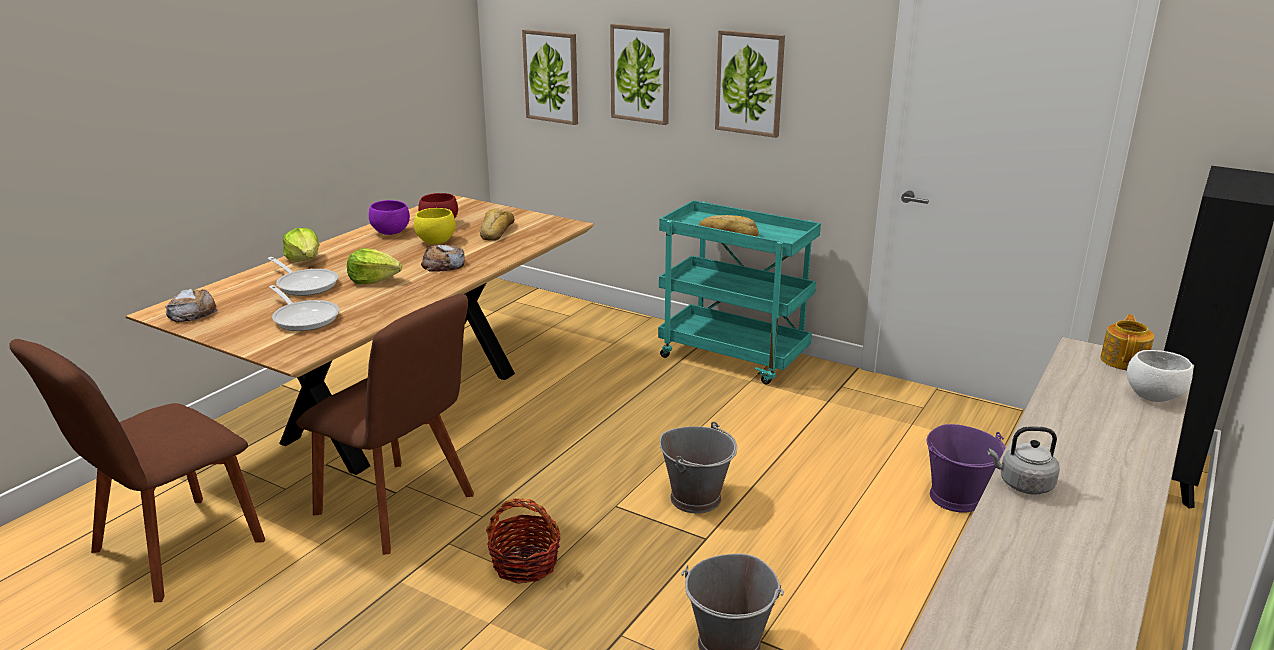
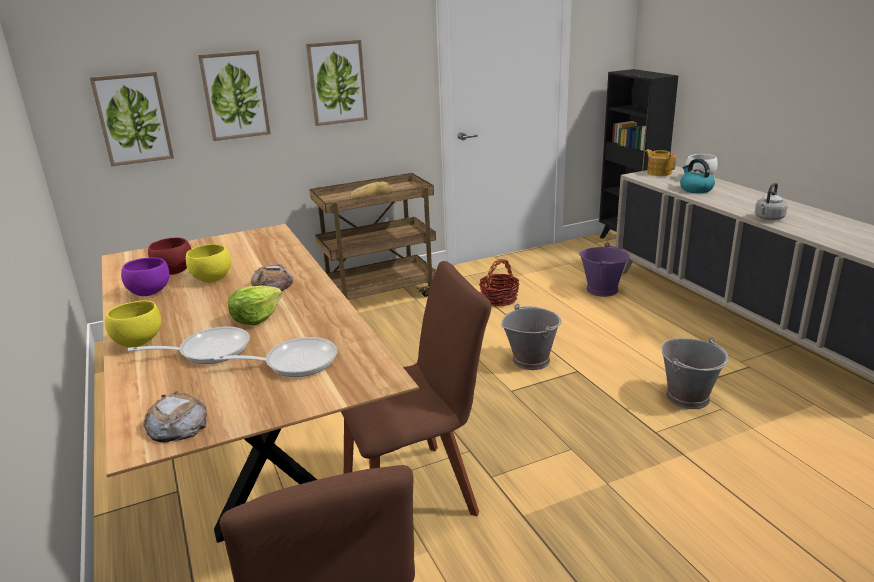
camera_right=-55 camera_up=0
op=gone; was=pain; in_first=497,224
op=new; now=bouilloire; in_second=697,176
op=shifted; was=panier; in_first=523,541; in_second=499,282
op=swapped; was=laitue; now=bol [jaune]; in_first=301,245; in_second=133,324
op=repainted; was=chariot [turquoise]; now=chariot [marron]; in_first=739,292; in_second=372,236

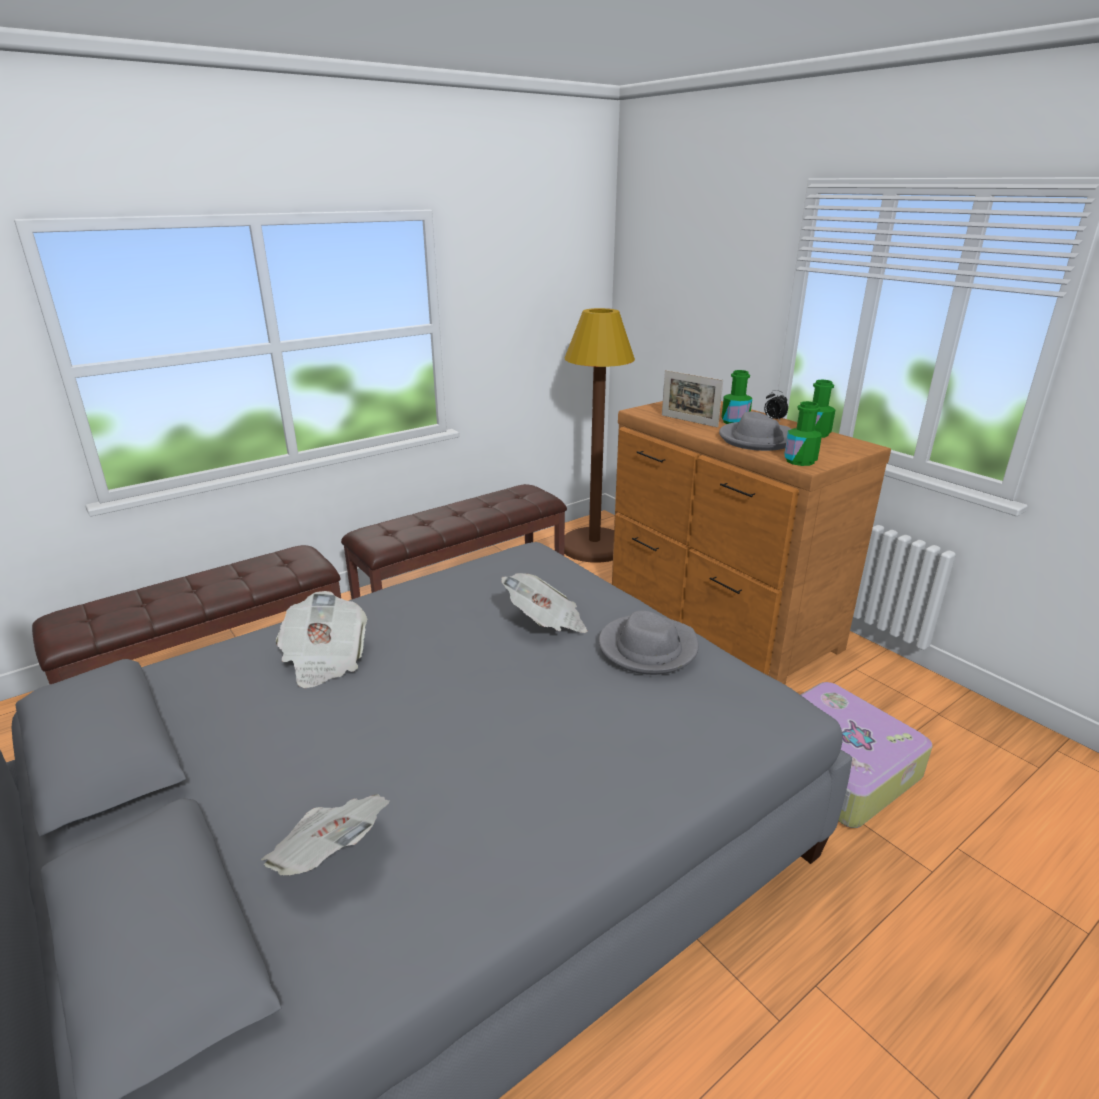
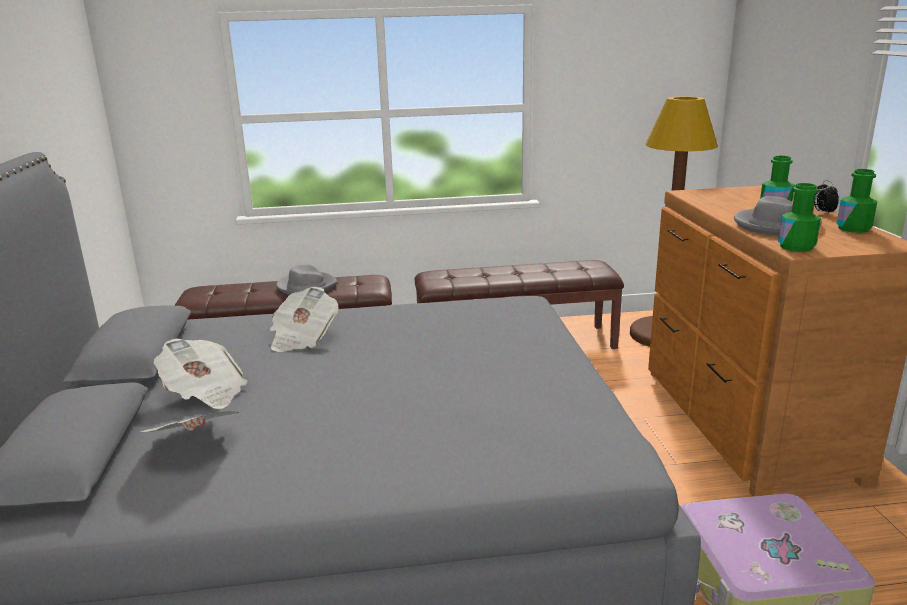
camera_right=30 camera_up=-5
op=gone; was=cadre photo; in_first=692,398
op=shifted; was=journal; in_first=544,603; in_second=201,374
op=shifted; was=chapeau [gris]; in_first=649,643; in_second=306,279

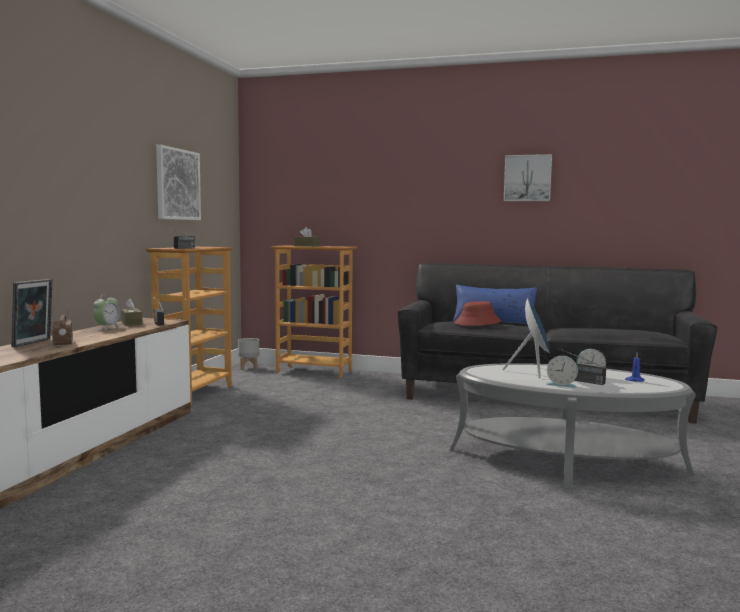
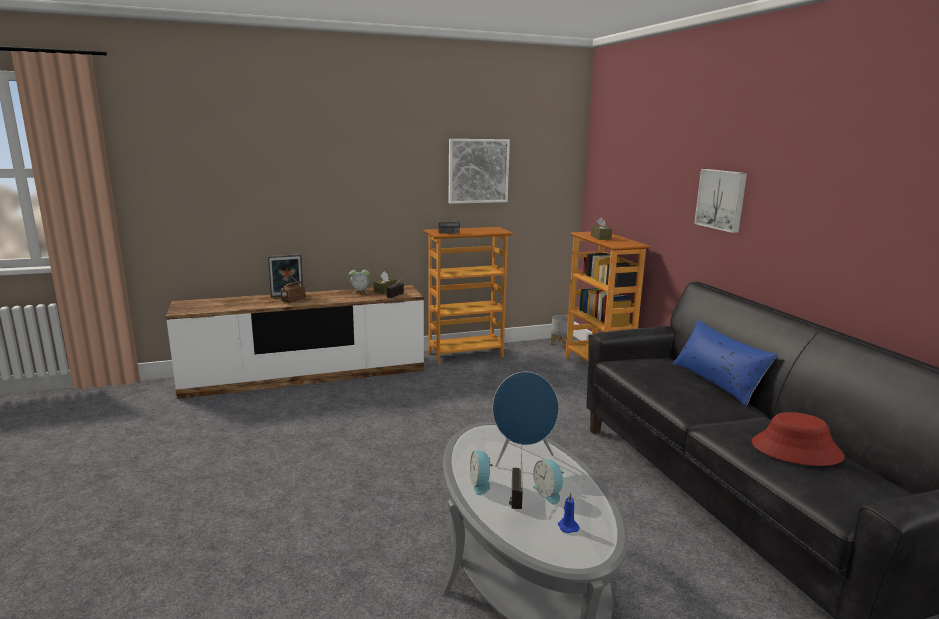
camera_right=55 camera_up=10
op=shifted; was=chapeau [rouge]; in_first=477,313; in_second=798,439
op=shifted; was=tableau; in_first=528,177; in_second=720,201

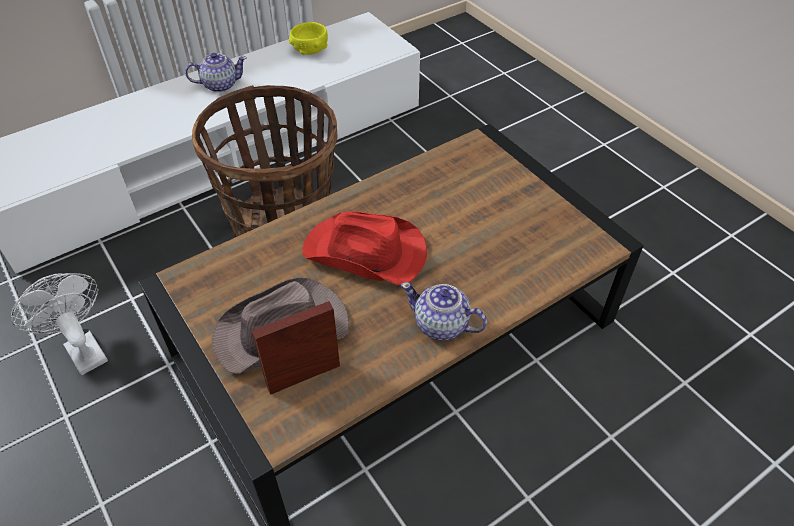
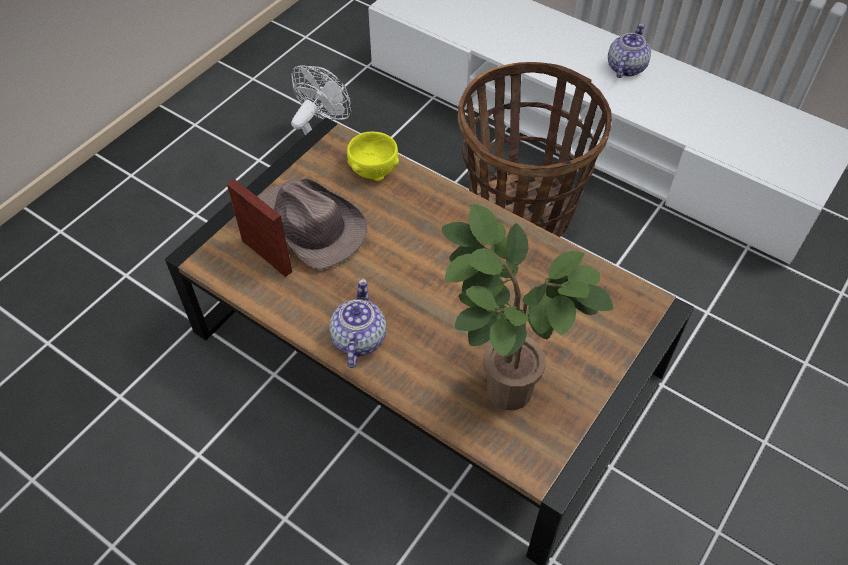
camera_right=70 camera_up=5
op=gone; was=chapeau [rouge]; in_first=364,248
op=new; now=plante en pot; in_second=527,307
op=shifted; was=bol [jaune]; in_first=308,38; in_second=373,156
op=rotated; was=théière; in_first=216,72; in_second=629,51; clockwise=-120

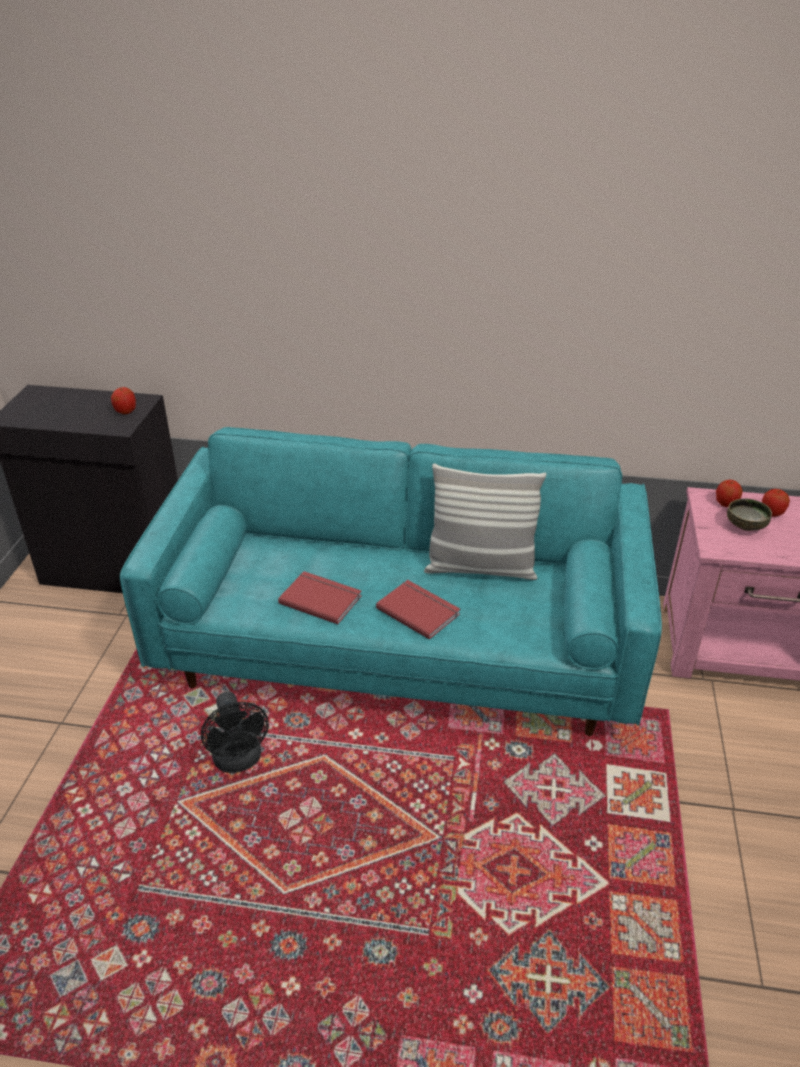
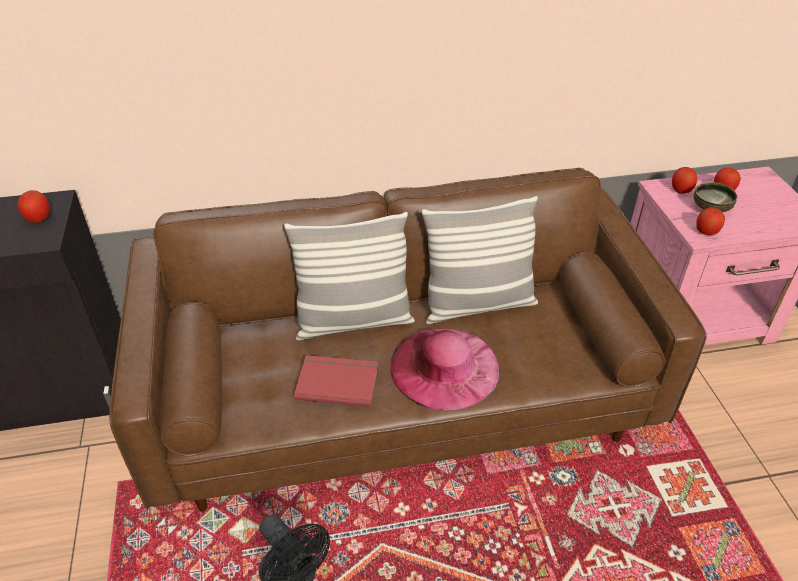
camera_right=-20 camera_up=5
op=new; now=coussin; in_second=349,276
op=new; now=pomme; in_second=710,221
op=swapped; was=livre [rouge]; now=chapeau [rose]; in_first=418,610; in_second=444,369
op=repainted; was=canapé [turquoise]; now=canapé [marron]; in_first=391,581; in_second=408,339

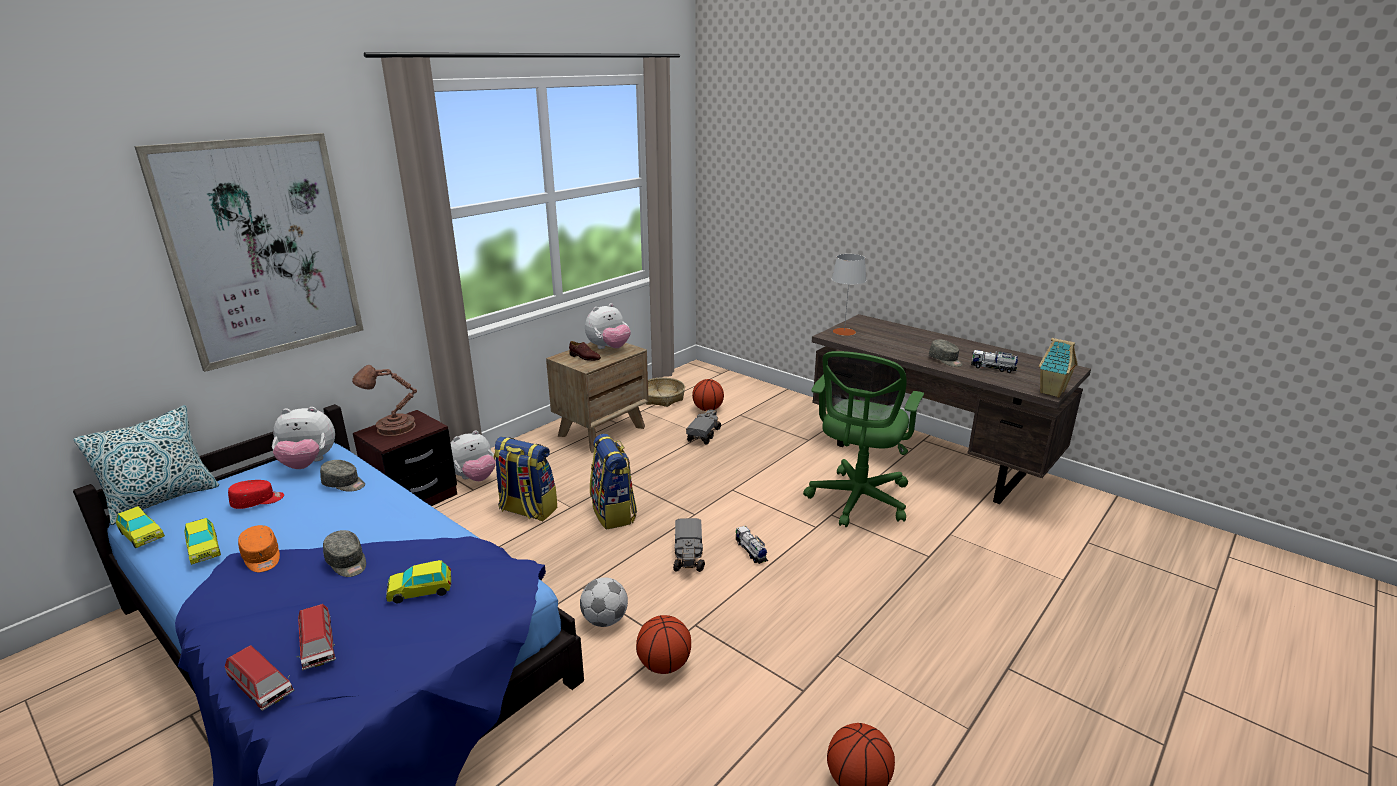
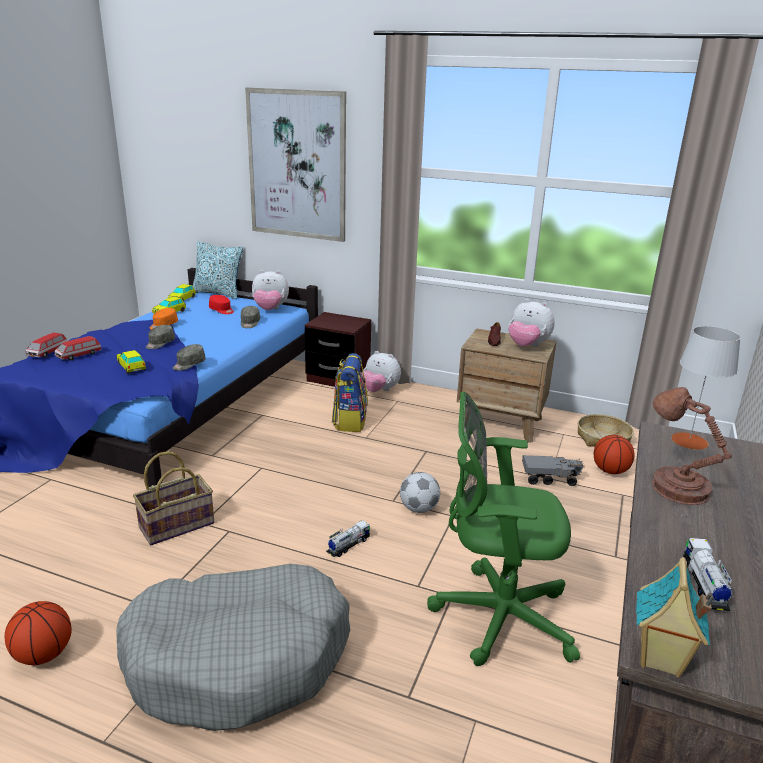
camera_right=70 camera_up=0
op=gone; was=sac à dos; in_first=613,481
op=gone; was=camion jouet; in_first=689,545
op=new; now=panier pour chien [gris]; in_second=233,647
op=shifted; was=lampe de table [marron]; in_first=384,400; in_second=692,446
op=shifted; was=ballon de foot; in_first=604,602; in_second=420,492
op=shifted; was=casquette [gris]; in_first=946,353; in_second=189,357
op=swapped; was=ballon de basket; now=panier; in_first=663,644; in_second=173,498
op=rotated; was=peluche; in_first=303,438; in_second=270,290; clockwise=-60

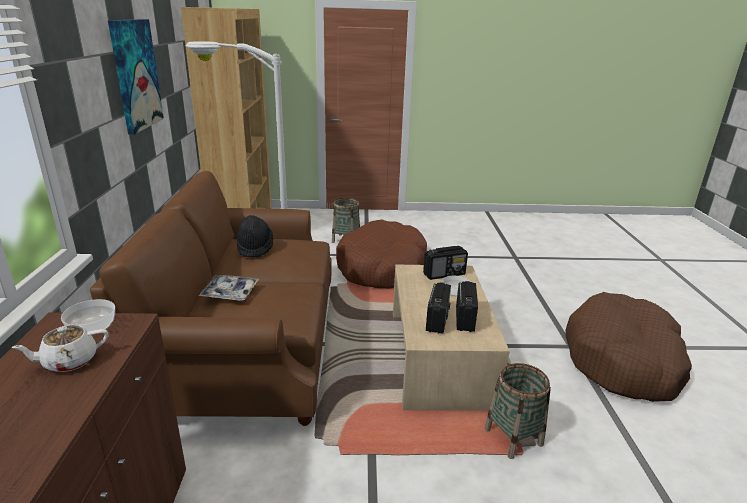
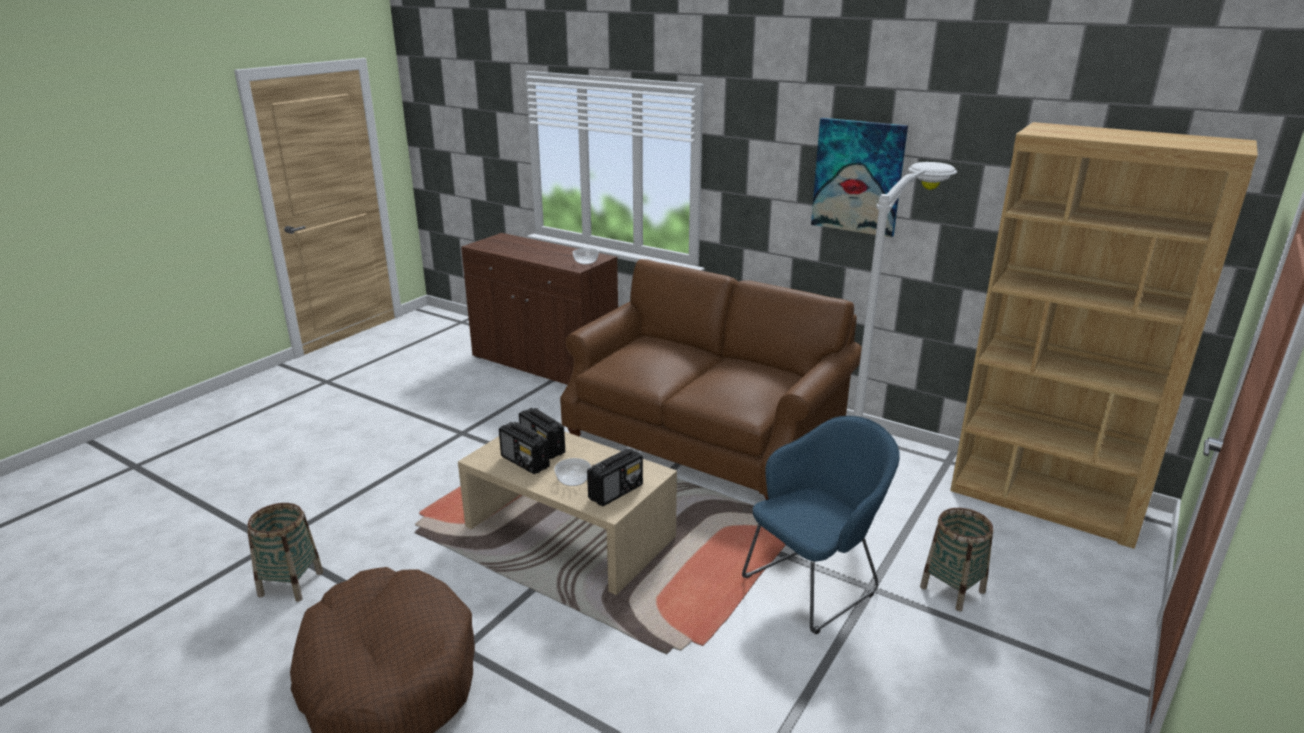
camera_right=125 camera_up=0
op=gone; was=théière [blanc]; in_first=59,348
op=gone; was=plateau; in_first=228,288
op=gone; was=chapeau [noir]; in_first=255,236
op=shifted; was=panier; in_first=517,411; in_second=285,552
op=swapped; was=panier pour chien [marron]; now=fauteuil [bleu]; in_first=381,253; in_second=821,525
op=rotated; was=radio; in_first=445,263; in_second=615,477; clockwise=-150

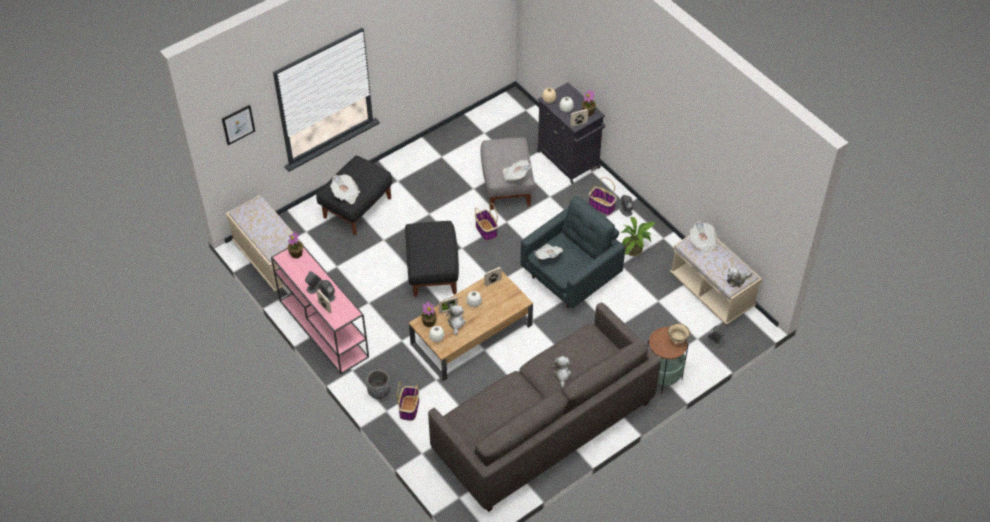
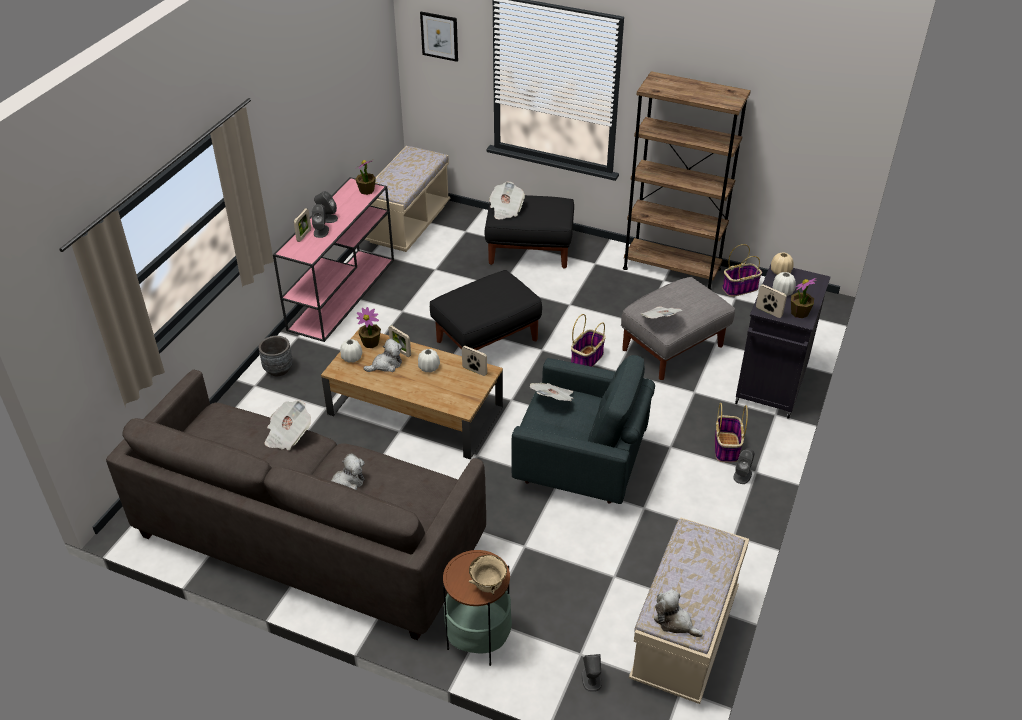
camera_right=60 camera_up=-10
op=gone; was=plante en pot; in_first=638,236
op=new; now=bibliothèque [marron]; in_second=687,180
op=shifted; was=panier; in_first=408,401; in_second=742,270
op=shifted; was=journal; in_first=704,238; in_second=287,425

